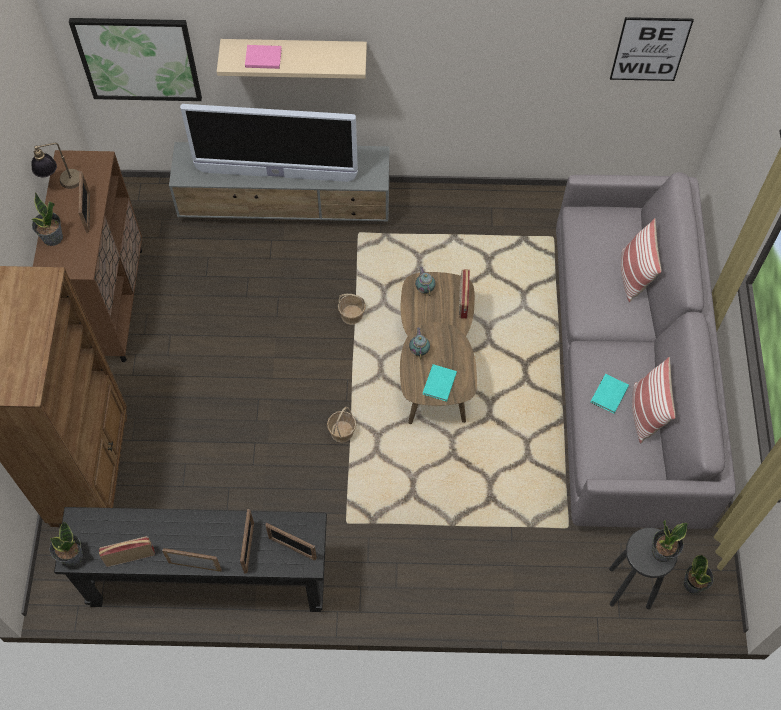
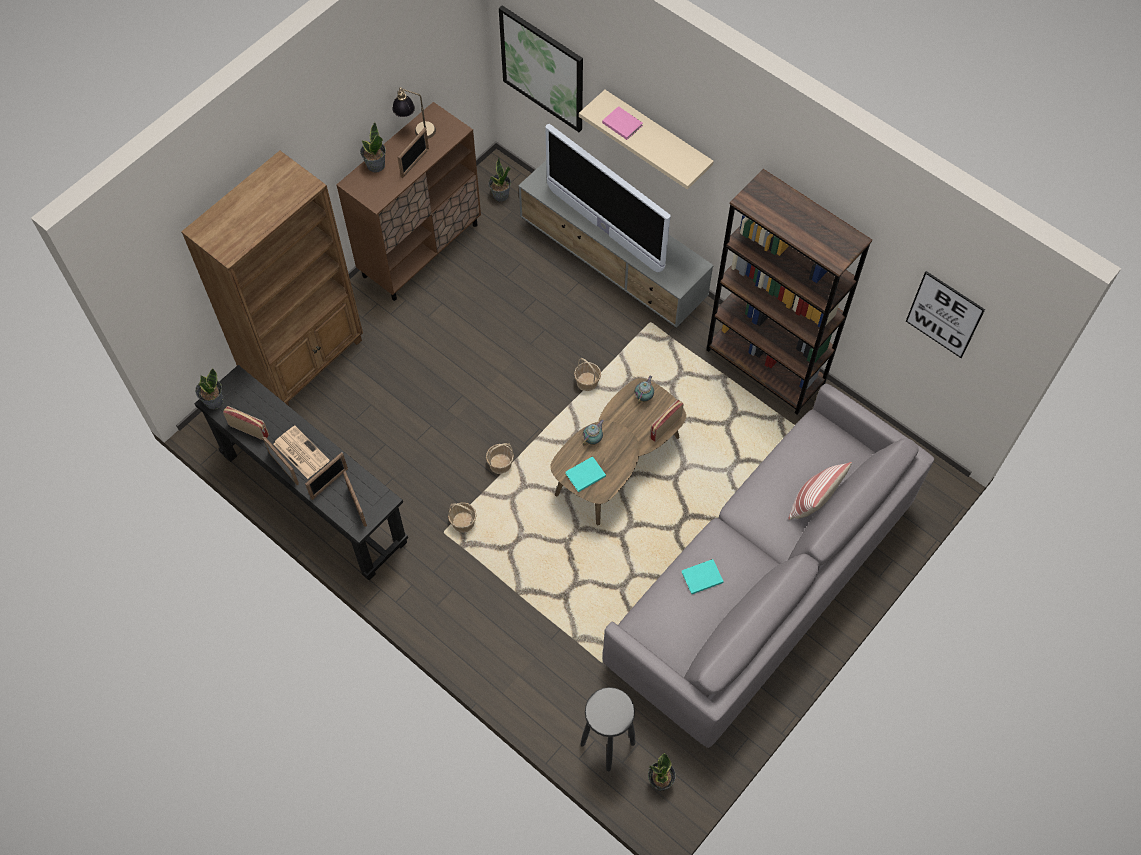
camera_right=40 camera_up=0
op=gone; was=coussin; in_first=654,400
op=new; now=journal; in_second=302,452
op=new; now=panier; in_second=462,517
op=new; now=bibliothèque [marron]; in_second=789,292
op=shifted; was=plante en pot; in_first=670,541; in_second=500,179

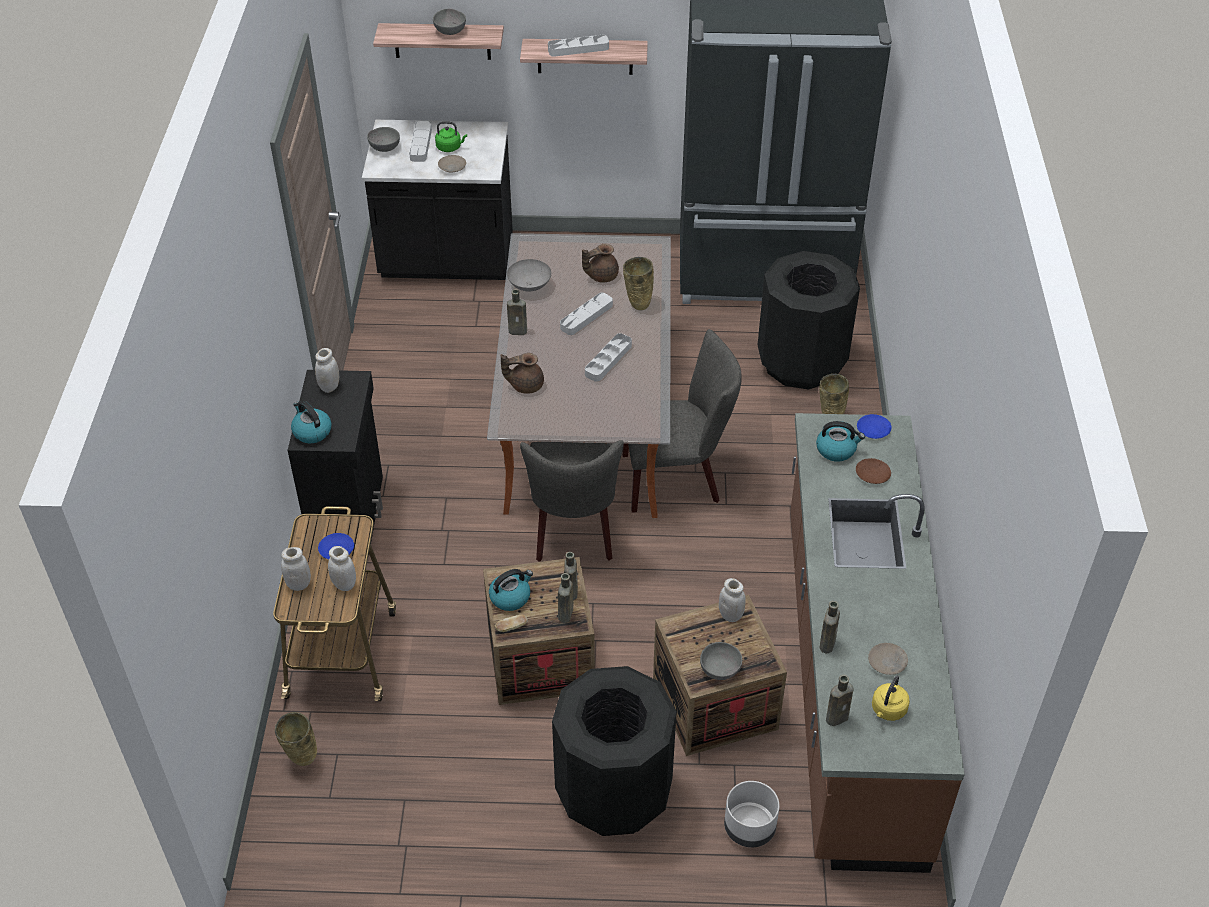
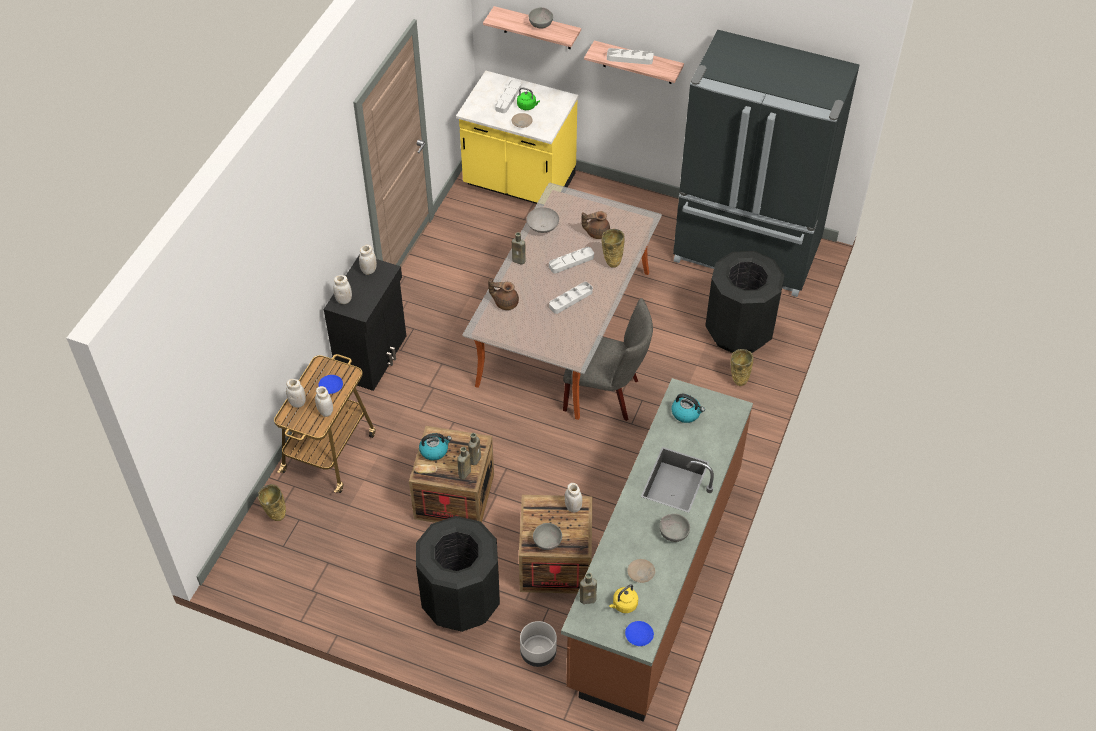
camera_right=20 camera_up=5
op=gone; was=chaise [gris]; in_first=572,501
op=gone; was=bouteille [marron]; in_first=829,627
op=gone; was=assiette [marron]; in_first=873,471
op=shifted; was=bol [gris]; in_first=383,139; in_second=674,528
op=shifted; was=assiette [bleu]; in_first=874,426; in_second=639,633
op=swapped; was=bouilloire; now=bocal [blanc]; in_first=311,422; in_second=342,289
op=repainted; was=comptoir de cuisine [noir]; now=comptoir de cuisine [jaune]; in_first=437,200; in_second=517,137

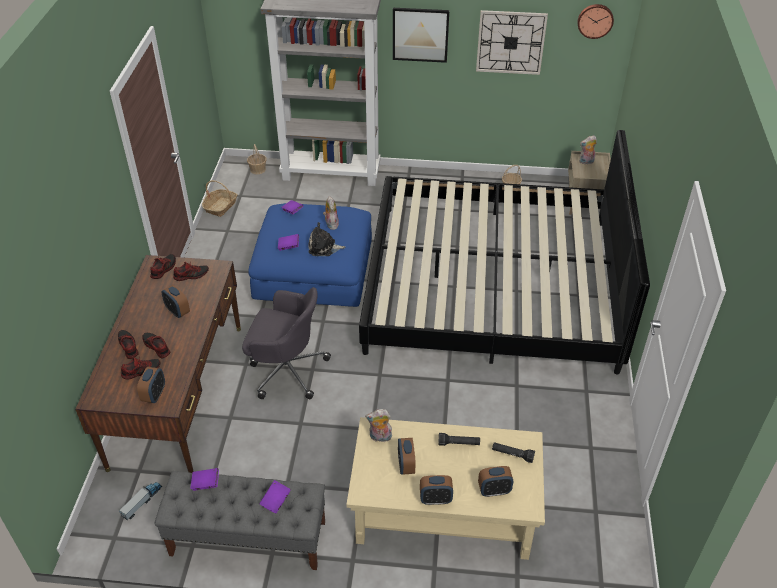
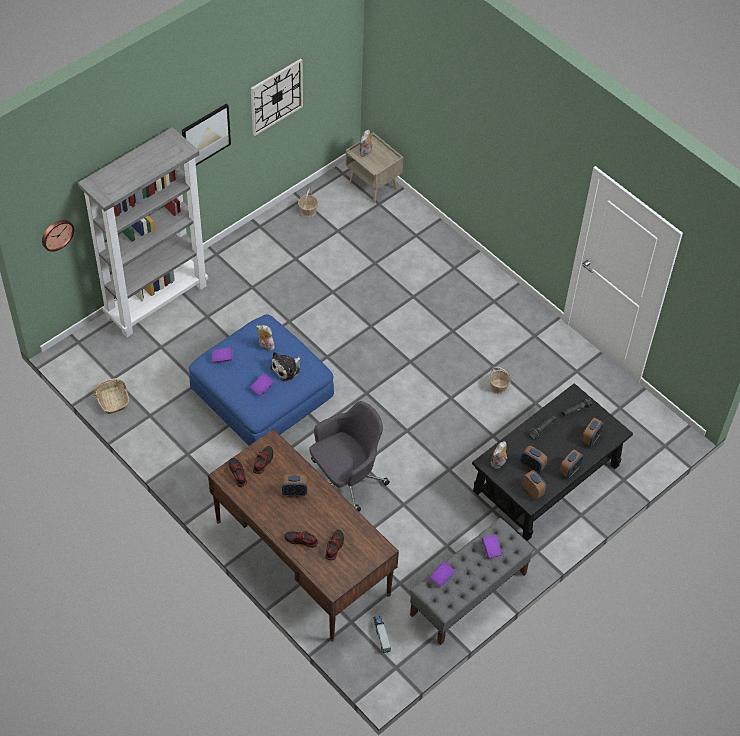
camera_right=-50 camera_up=10
op=gone; was=chaussure; in_first=156,345
op=gone; was=lit; in_first=504,252
op=shifted; was=réveil; in_first=151,385; in_second=534,485
op=shifted; was=panier; in_first=257,159; in_second=500,380
op=shifted; was=horloge murale; in_first=596,21; in_second=58,236
op=repainted; was=table basse [beige]; now=table basse [noir]; in_first=445,488; in_second=552,462

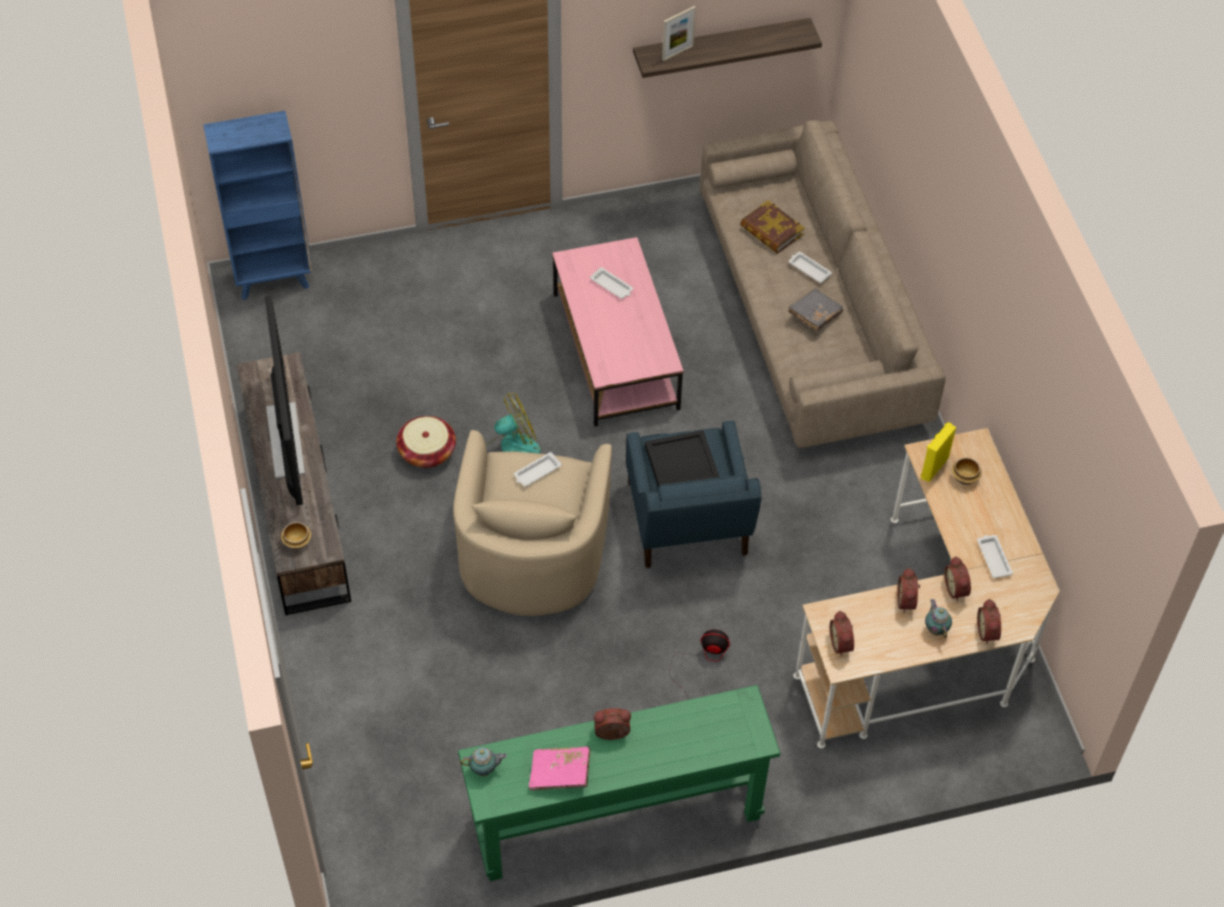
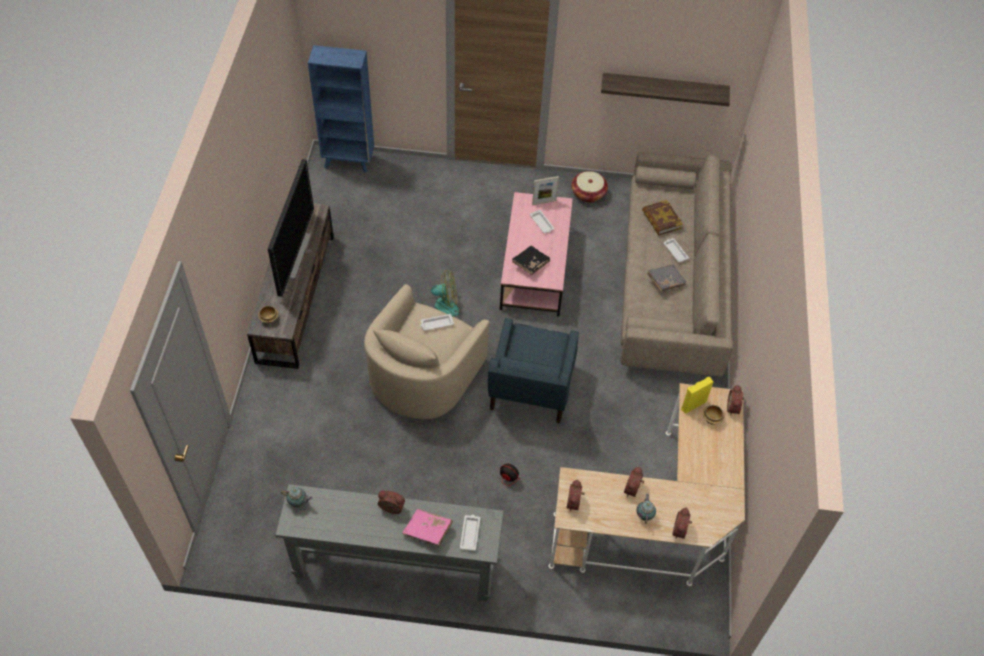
camera_right=20 camera_up=0
op=gone; was=plateau [noir]; in_first=682,458
op=new; now=livre [noir]; in_second=531,260
op=shifted; was=panier; in_first=426,442; in_second=589,186
op=shifted; was=livre [rose]; in_first=559,768; in_second=427,527
op=shifted; was=cadre photo; in_first=679,33; in_second=545,190
op=shifted; was=réveil; in_first=957,578; in_second=735,400
op=shifted; was=plateau [blanc]; in_first=995,557; in_second=470,533
op=repainted; was=table console [vert]; now=table console [gris]; in_first=619,783; in_second=389,543

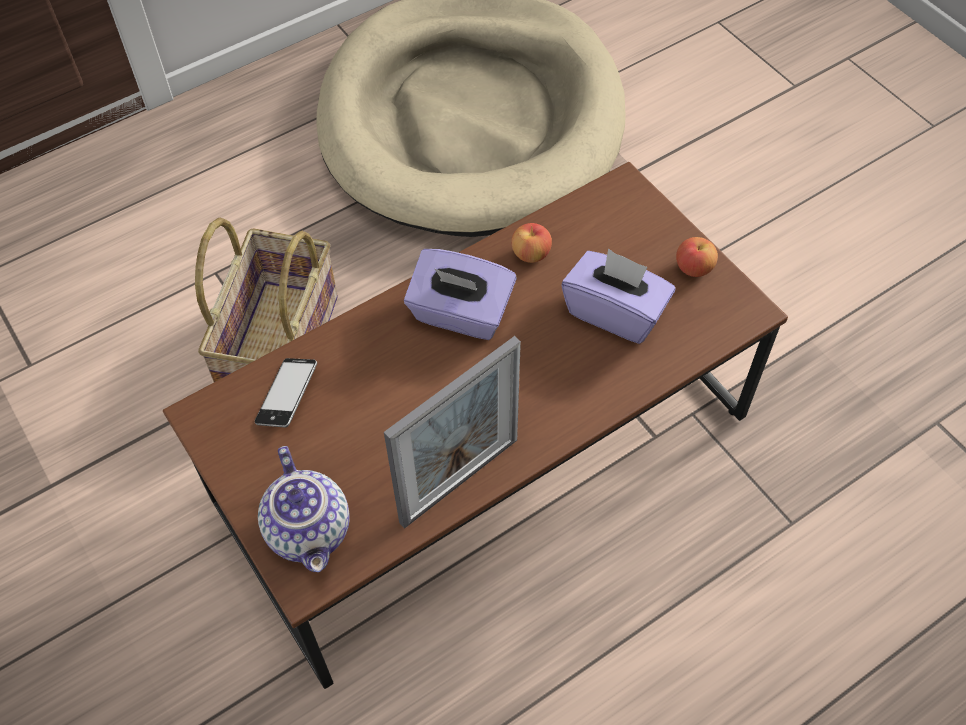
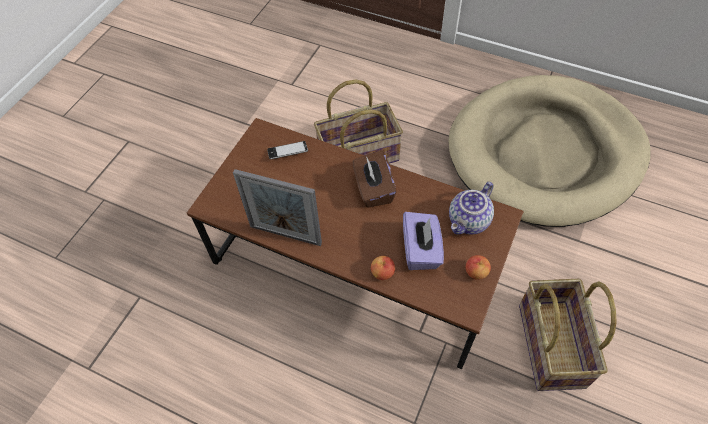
camera_right=60 camera_up=0
op=new; now=panier; in_second=568,335
op=shifted; was=théière; in_first=304,509; in_second=471,208
op=shifted; was=pomme; in_first=531,243; in_second=383,268
op=repainted; was=boîte à mouchoirs [violet]; now=boîte à mouchoirs [marron]; in_first=460,294; in_second=374,179

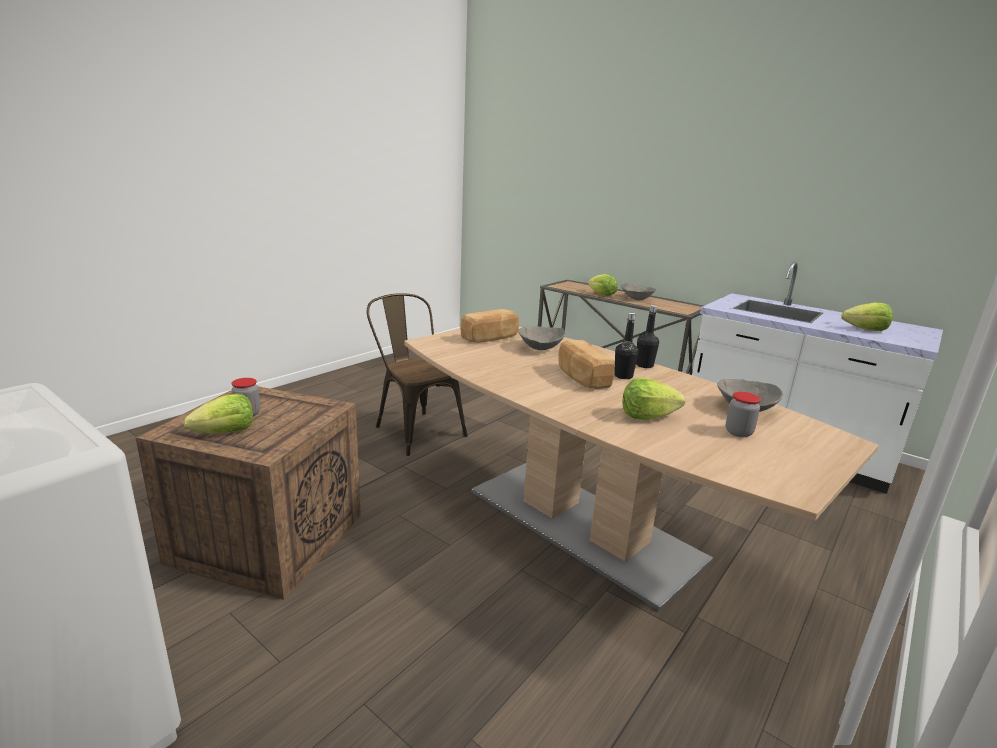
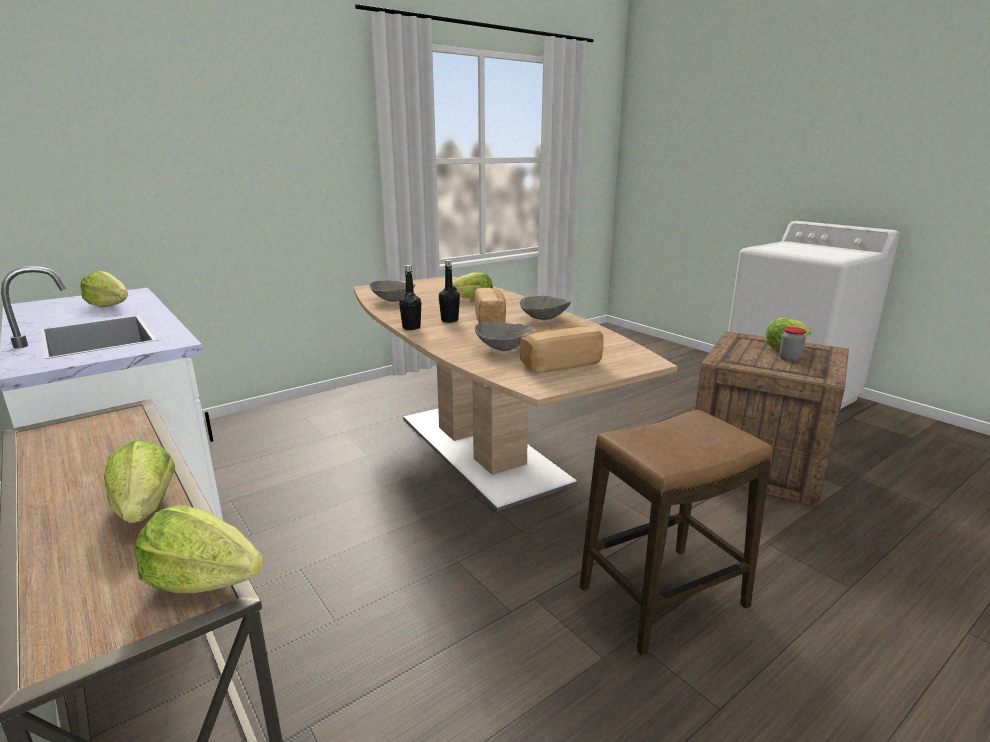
camera_right=-165 camera_up=0
op=gone; was=bocal; in_first=743,414
op=new; now=laitue; in_second=199,549
op=shifted; was=bol [gris]; in_first=639,291; in_second=545,308
op=swapped; was=chaise [marron]; now=tabouret; in_first=417,374; in_second=675,532

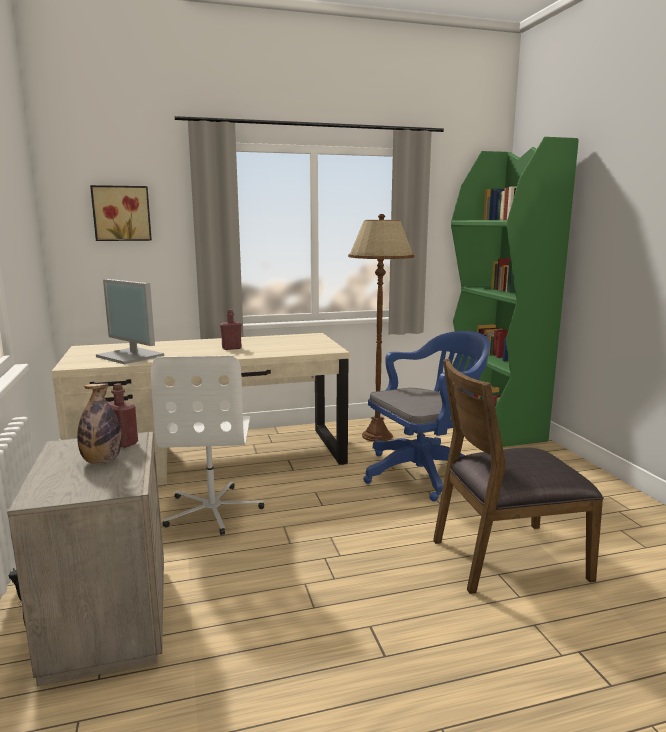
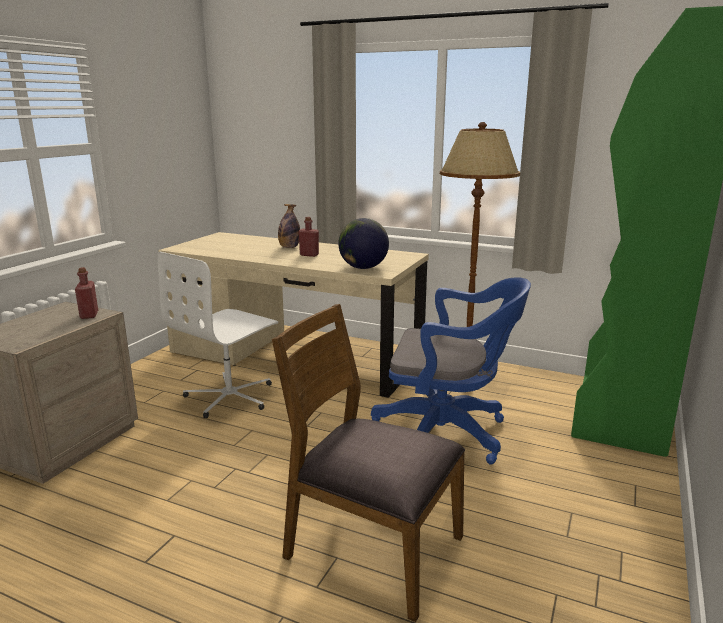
camera_right=40 camera_up=5
op=gone; was=tableau; in_first=121,213
op=gone; was=écran d'ordinateur; in_first=130,321
op=new; now=globe; in_second=363,243
op=shifted; was=bouteille; in_first=99,423; in_second=289,226

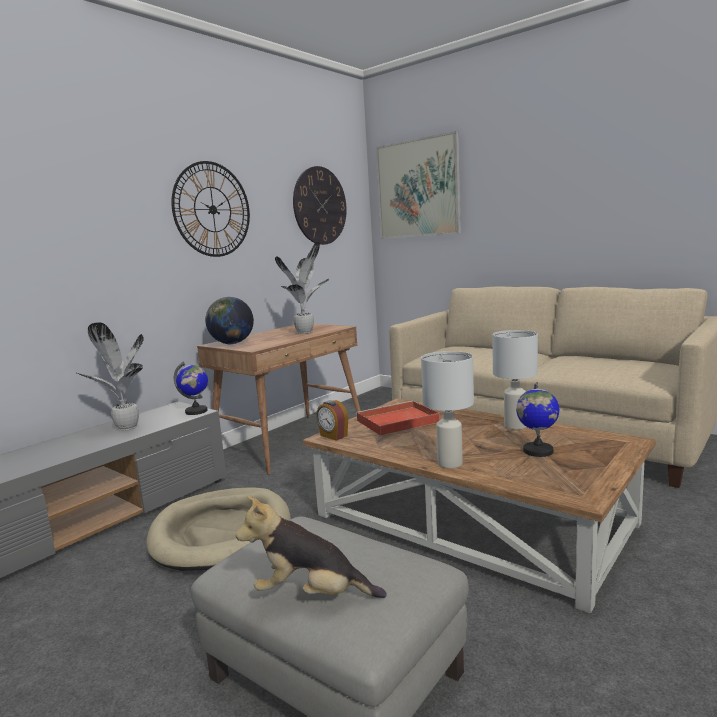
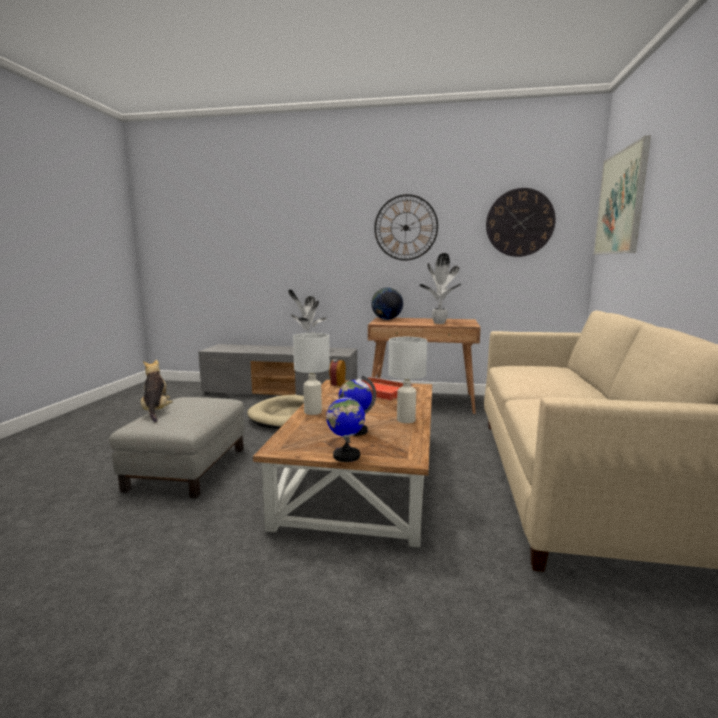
camera_right=60 camera_up=0
op=shifted; was=globe; in_first=191,388; in_second=345,426

